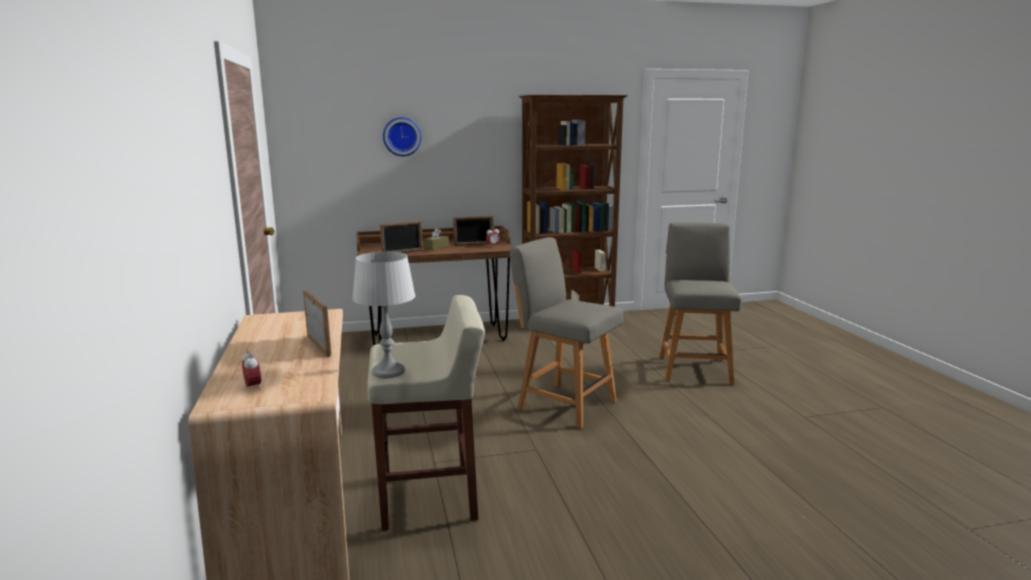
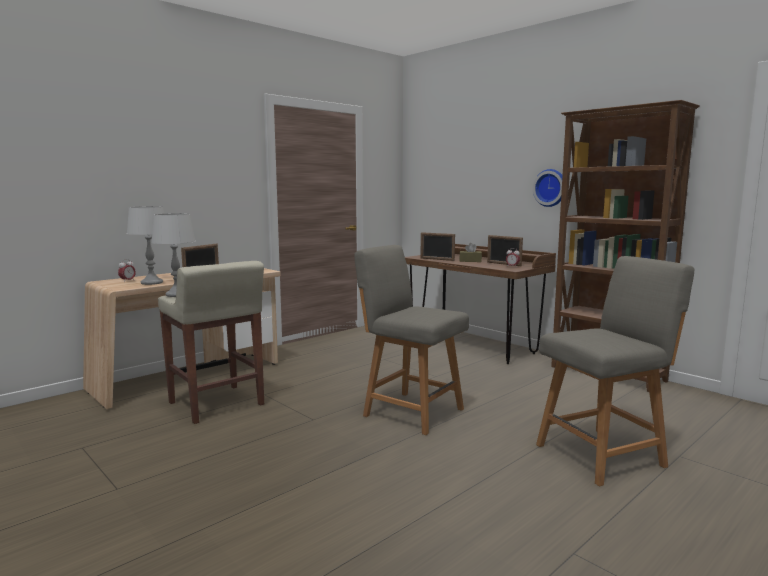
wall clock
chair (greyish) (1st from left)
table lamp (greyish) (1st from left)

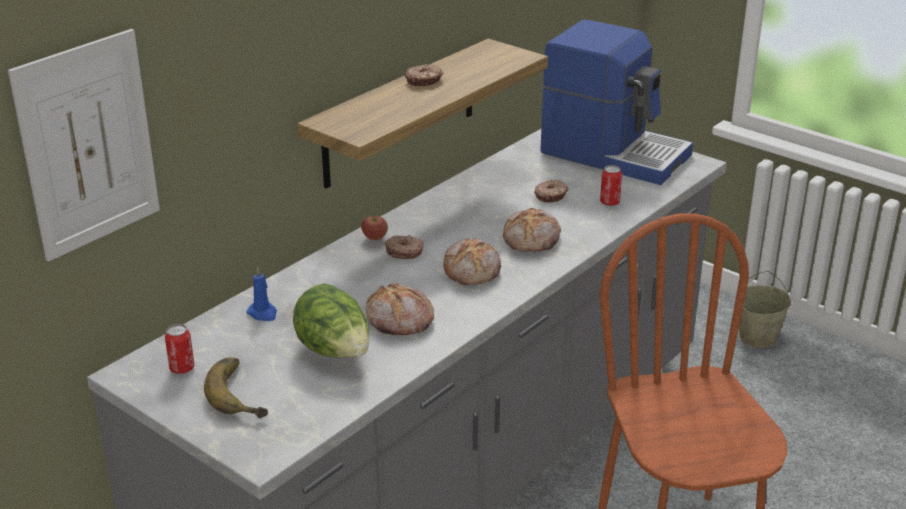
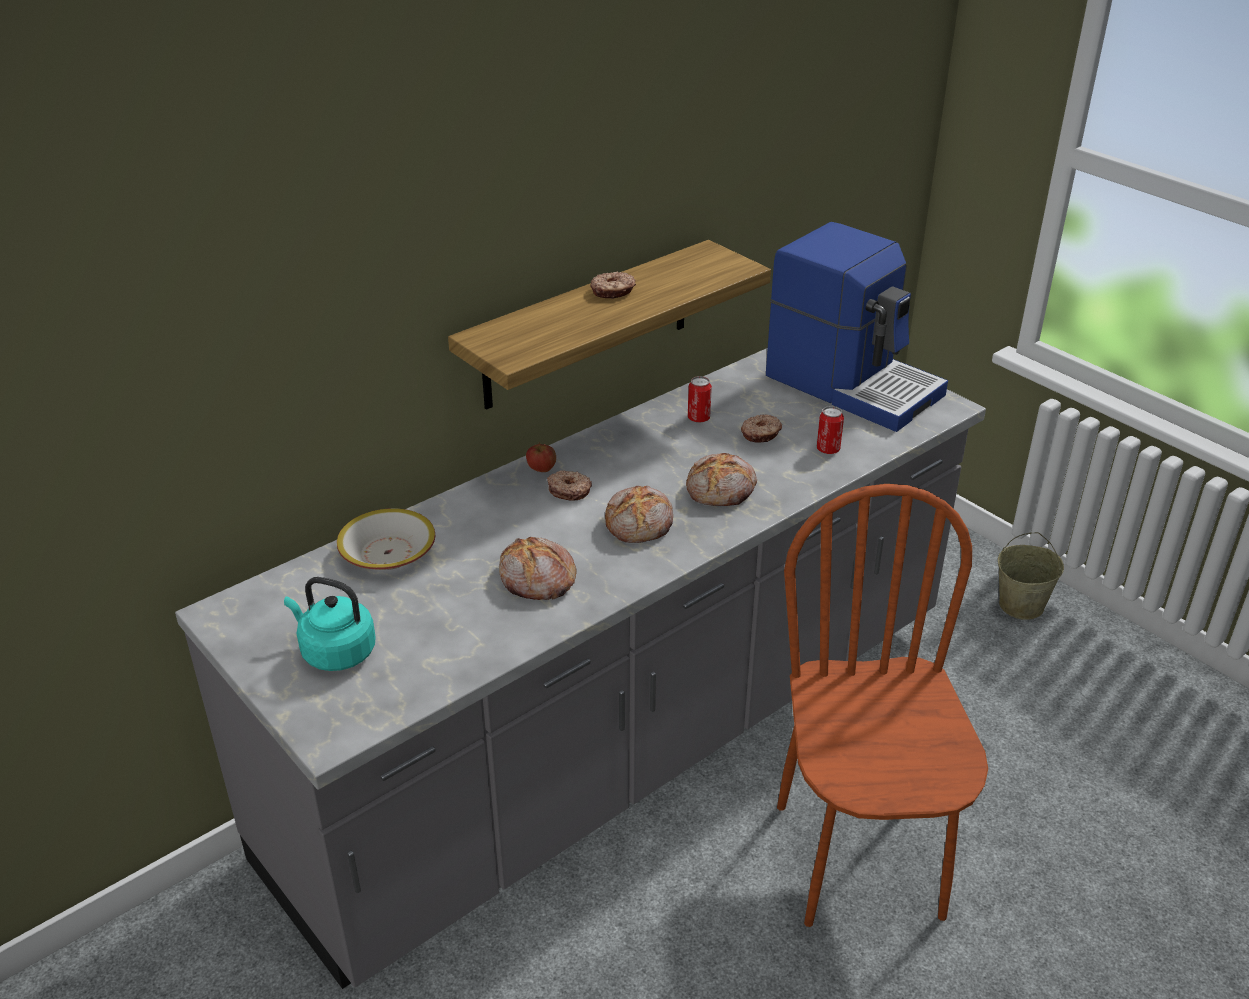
wall art
bowl
lettuce
can (1st from left)
tea kettle (turquoise-coloured)

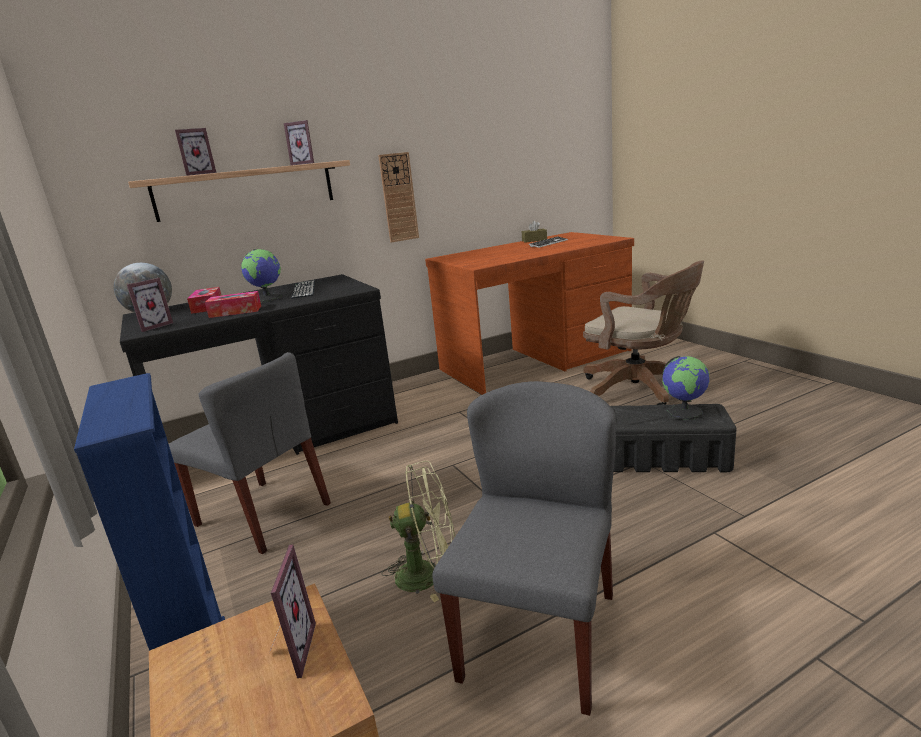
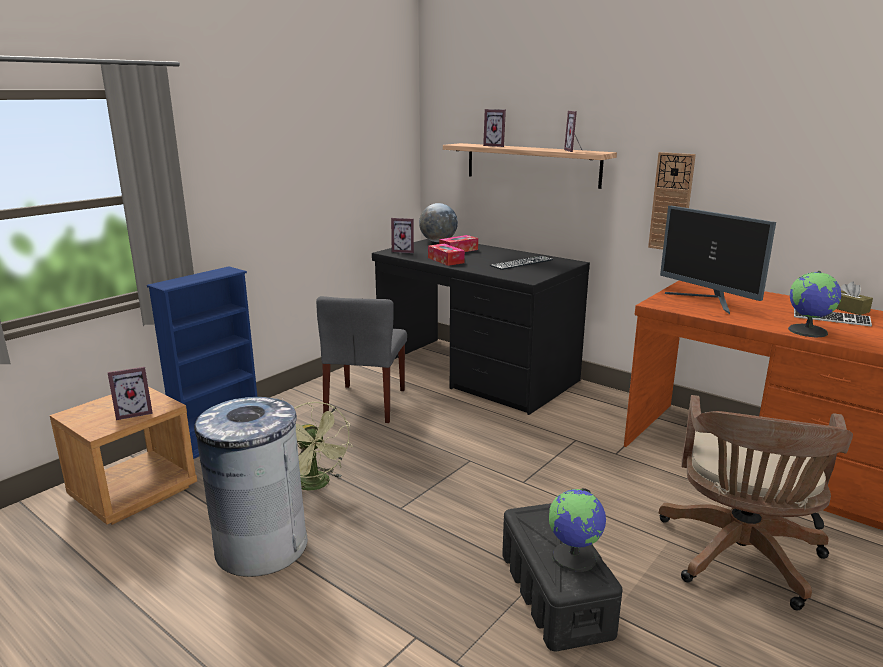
world globe (3rd from left)
rubbish bin (greyish)
computer display

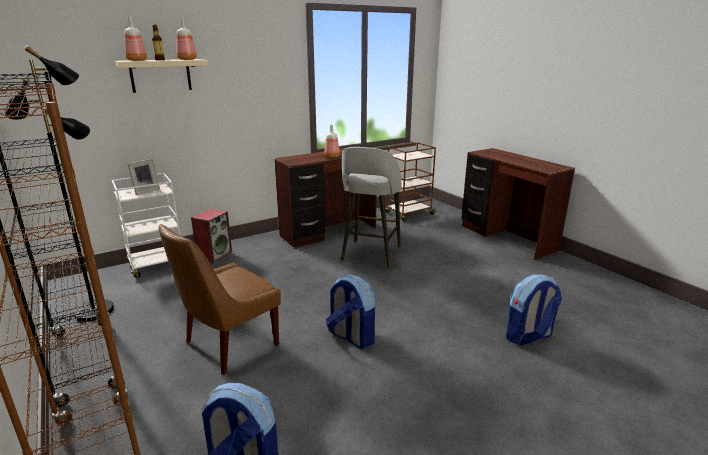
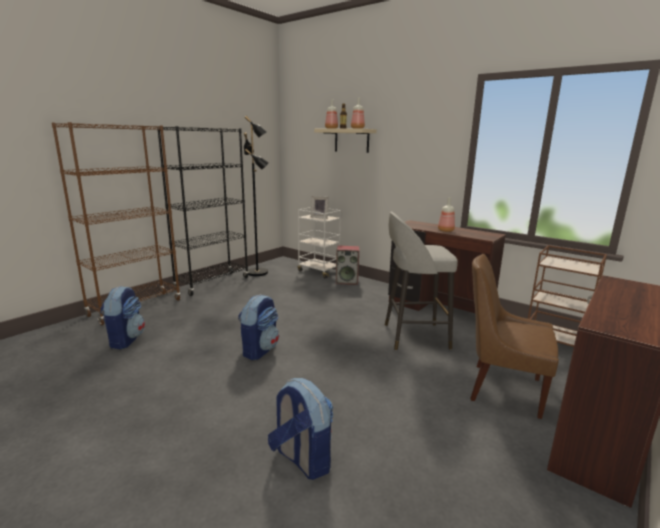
chair (brownish)

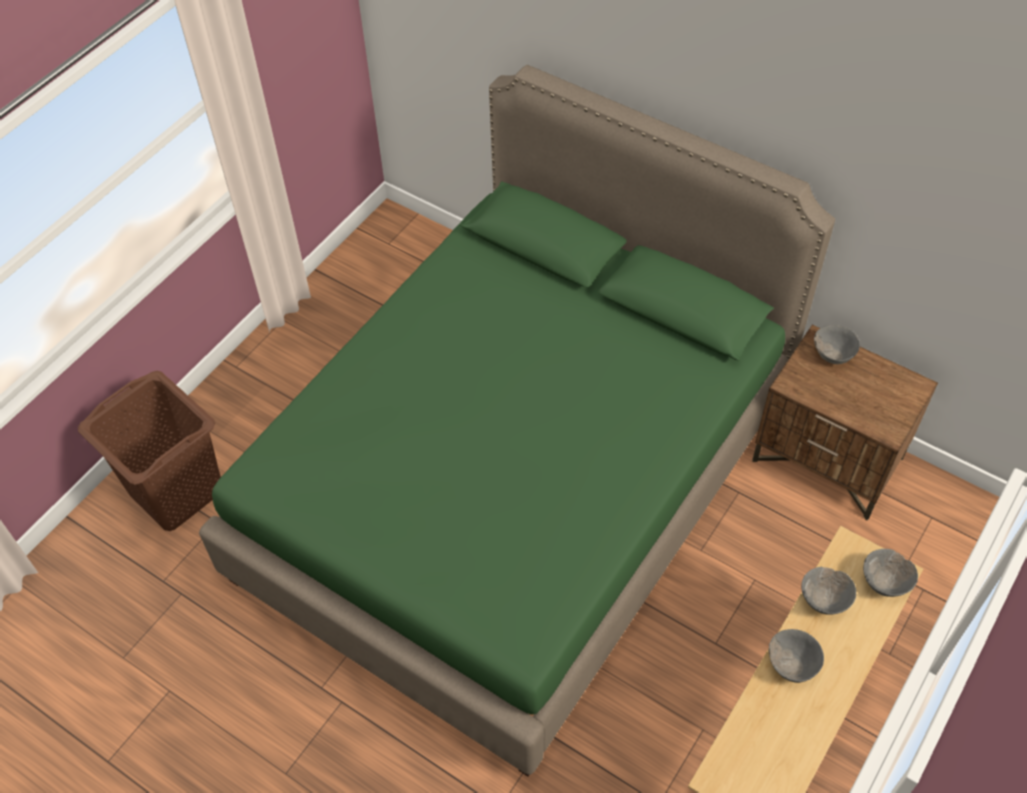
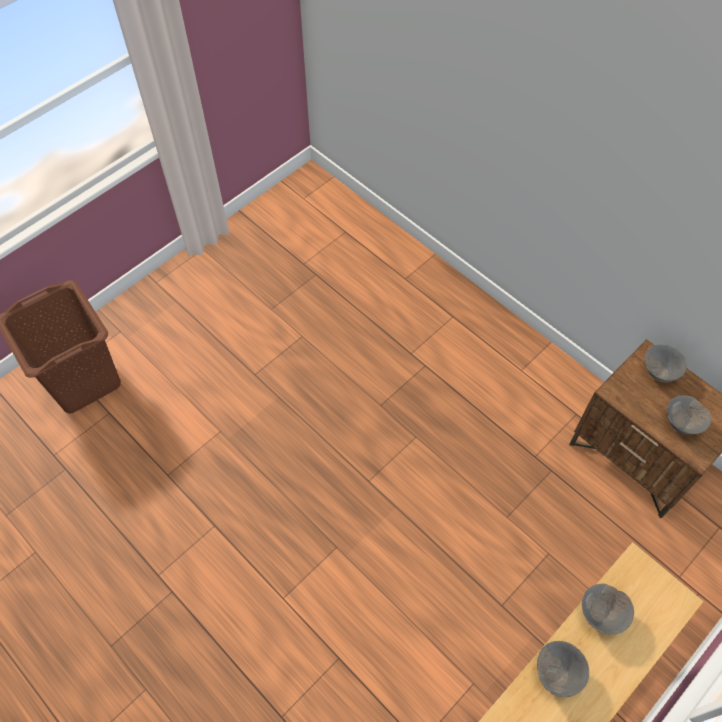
bed (green)
bowl (greyish) (4th from left)

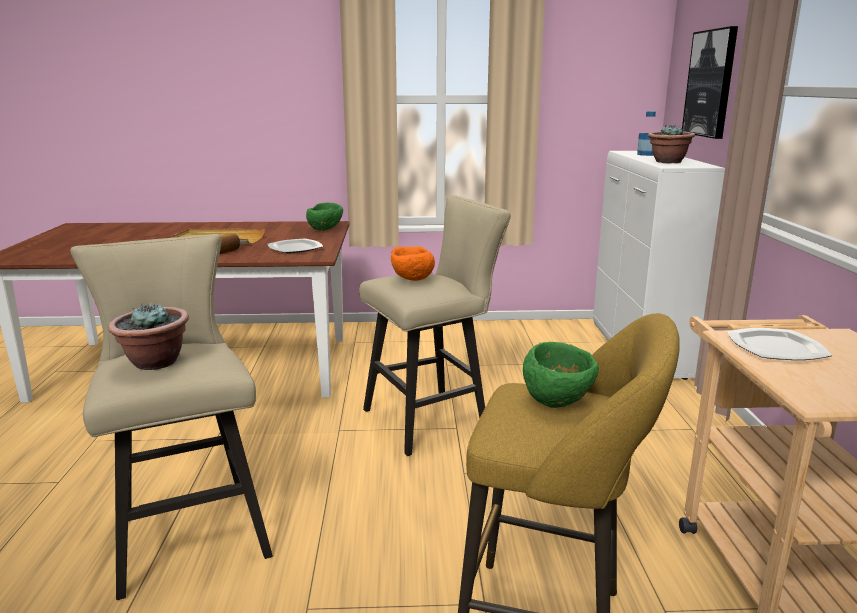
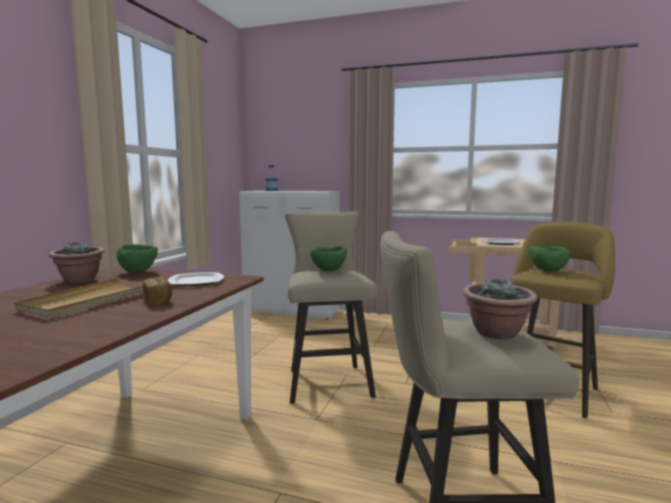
wall art
houseplant (1st from left)
bowl (green) (2nd from left)

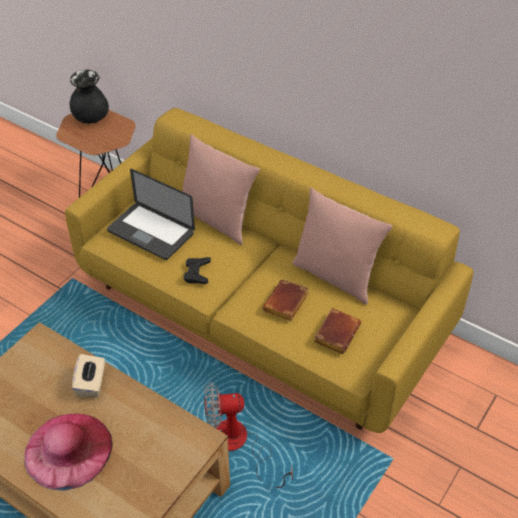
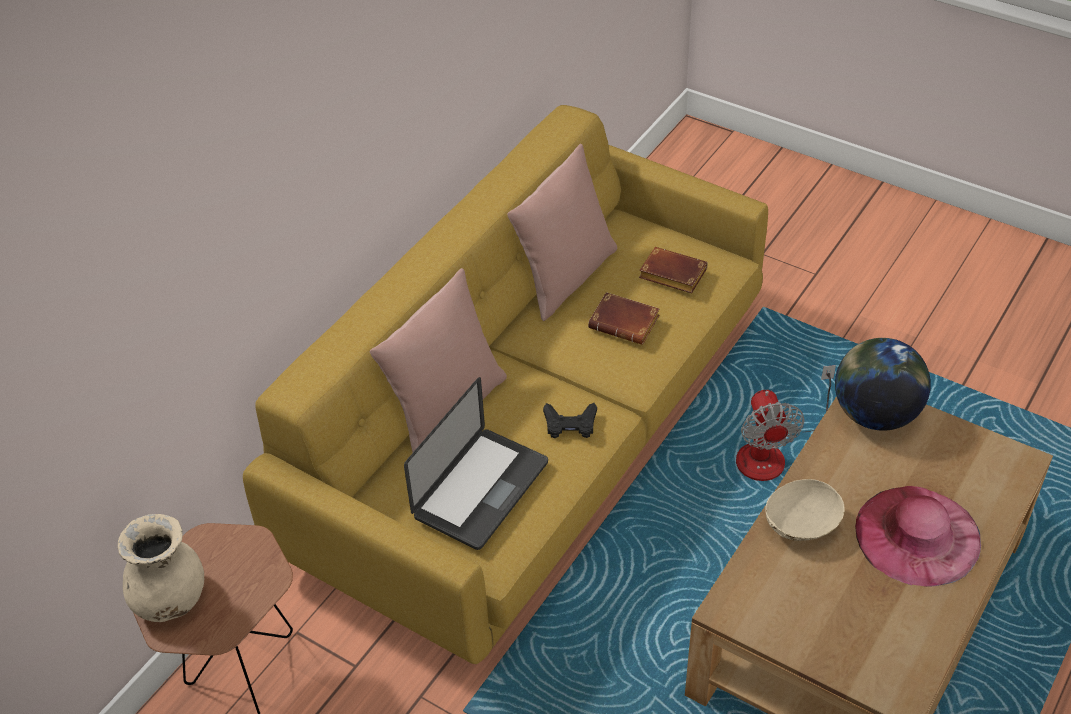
vase (beige-coloured)
bowl (beige-coloured)
world globe

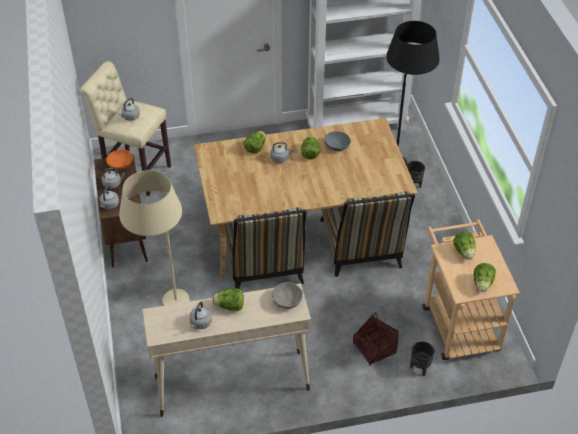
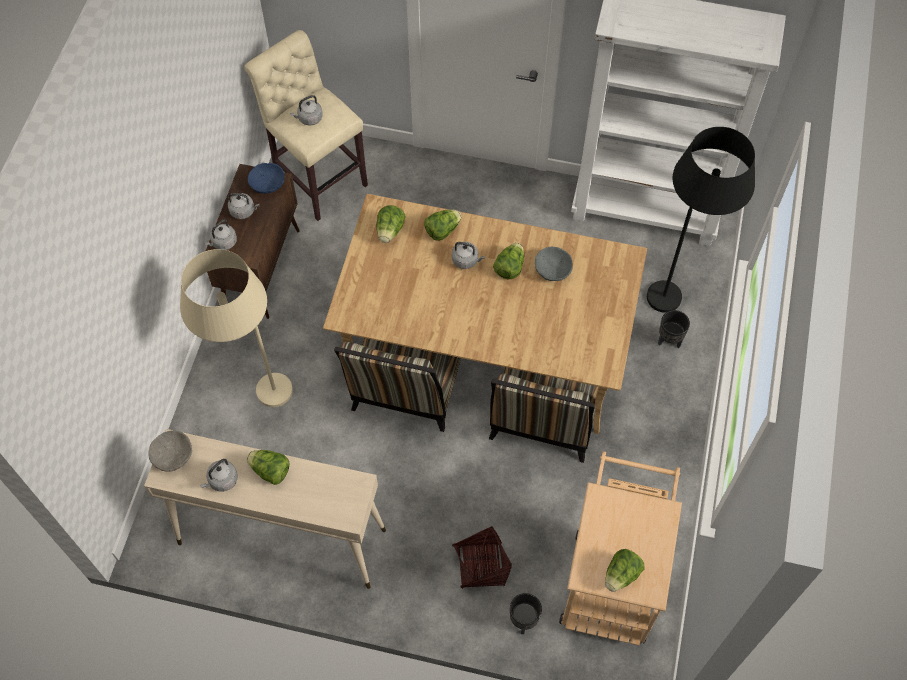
bowl (bluish)
lettuce (2nd from left)
bowl (greyish) (1st from left)

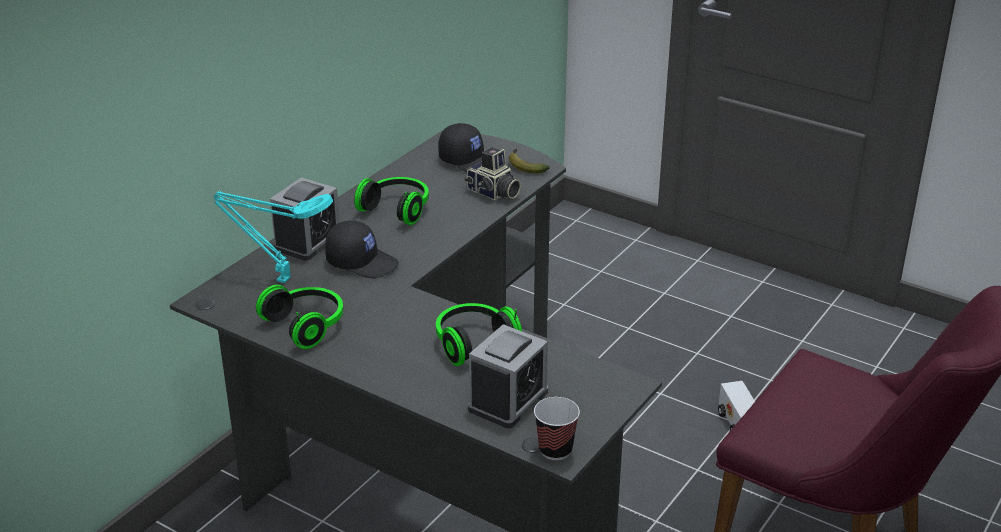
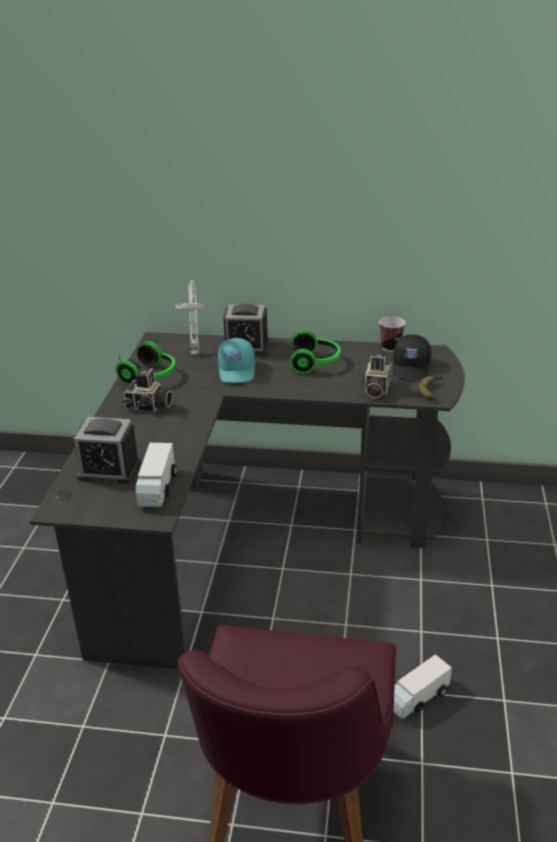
table lamp (greyish)
cap (turquoise-coloured)
headset (3rd from left in the first image)
cup
photo camera (1st from left)
model truck (1st from left)

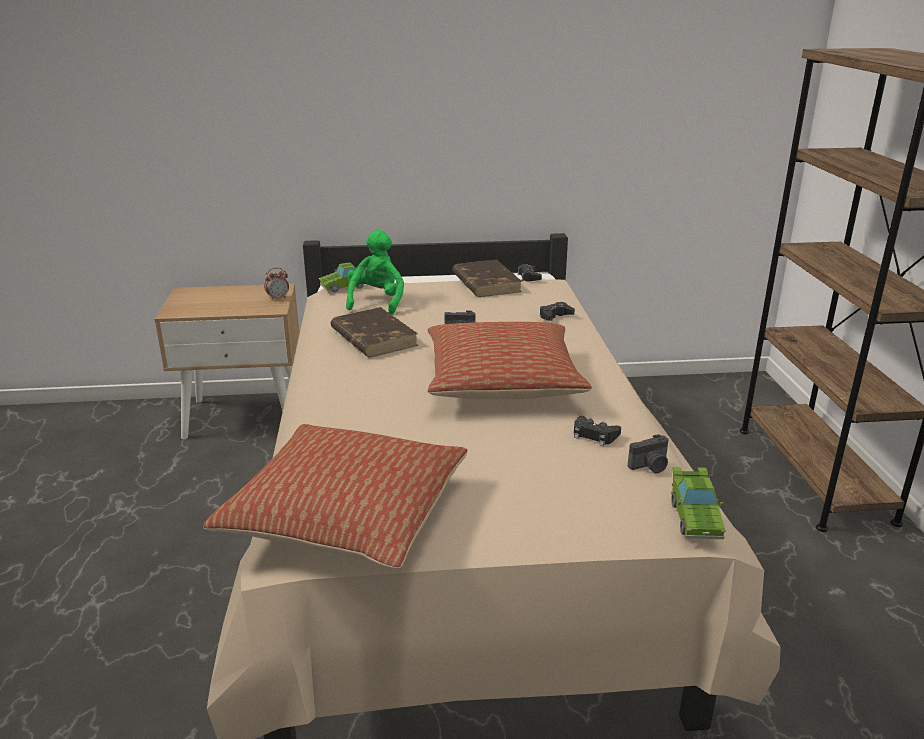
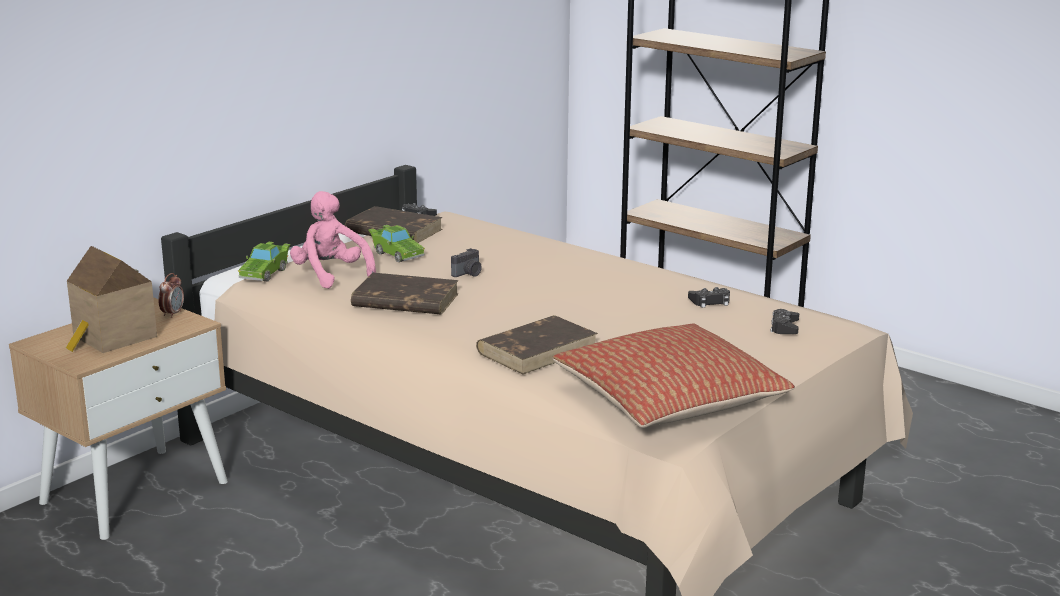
soft toy (pink-coloured)
gamepad (black) (3rd from left)
throw pillow (2nd from left in the first image)
photo camera (2nd from left in the first image)
toy car (green) (2nd from left)
miniature house
book (brownish) (3rd from left)

